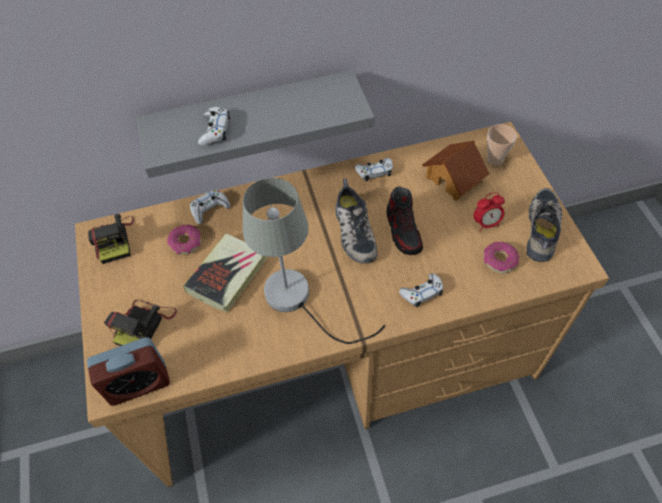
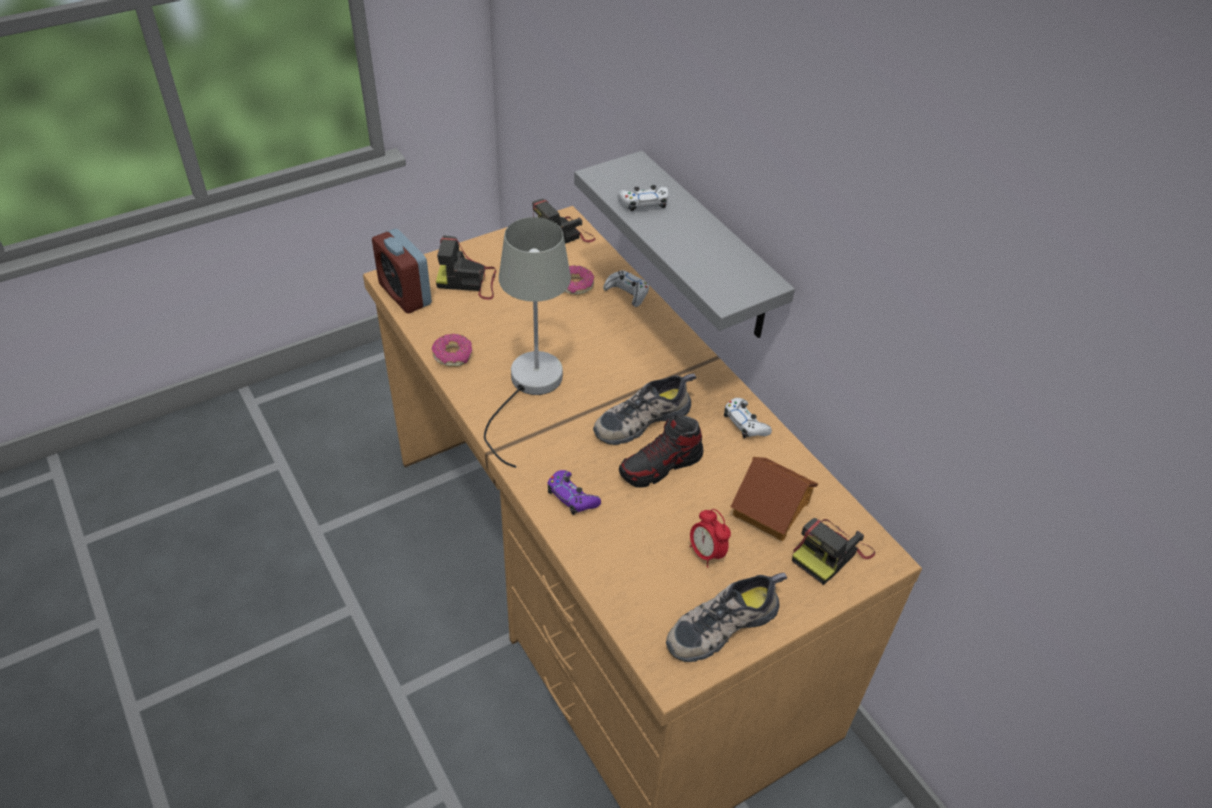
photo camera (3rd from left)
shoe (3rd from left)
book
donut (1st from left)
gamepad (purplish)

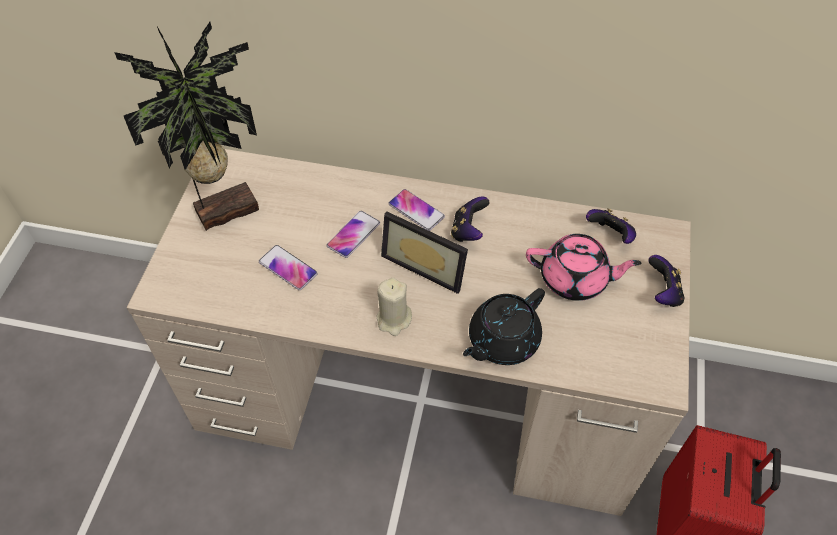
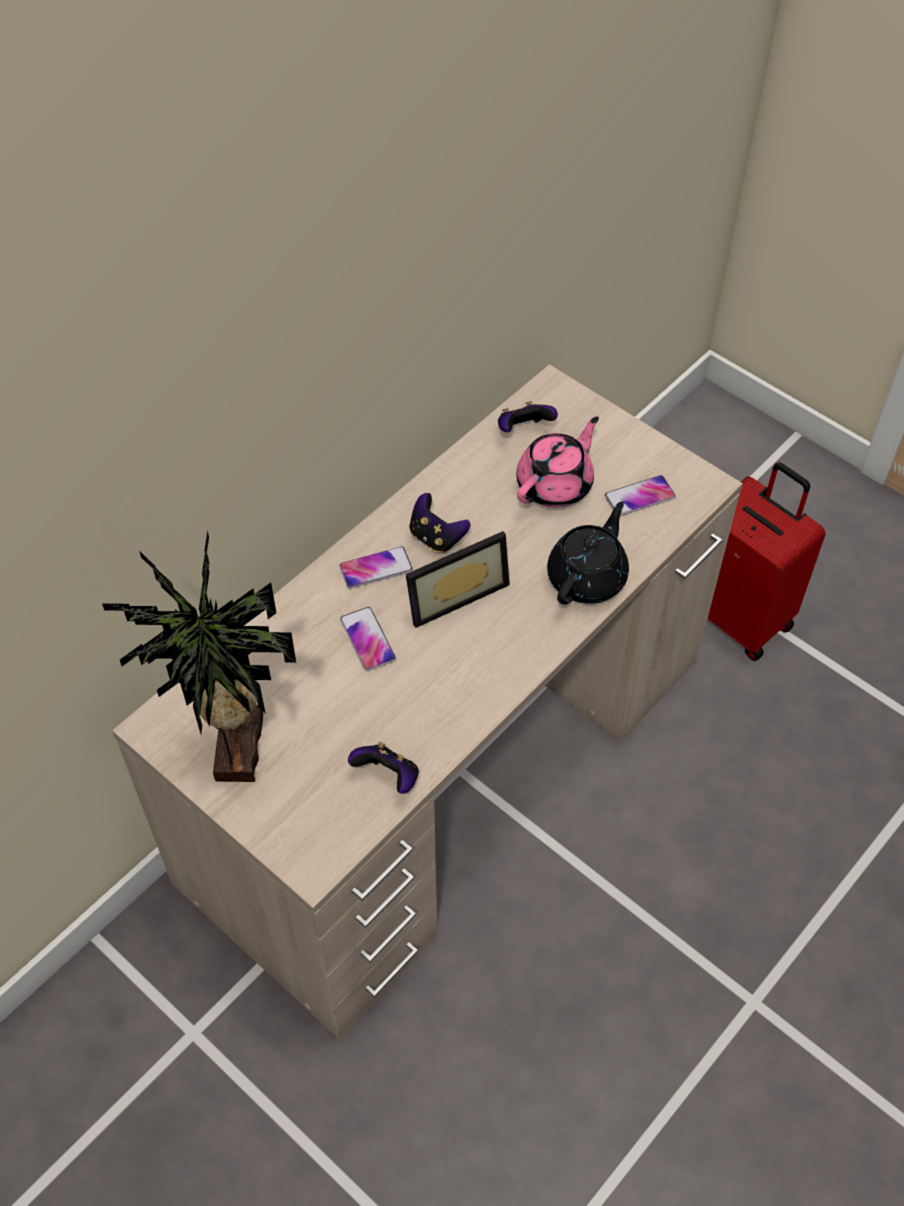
telephone (3rd from left)
gamepad (1st from left)
wax candle (beige-coloured)
tea pot (black)

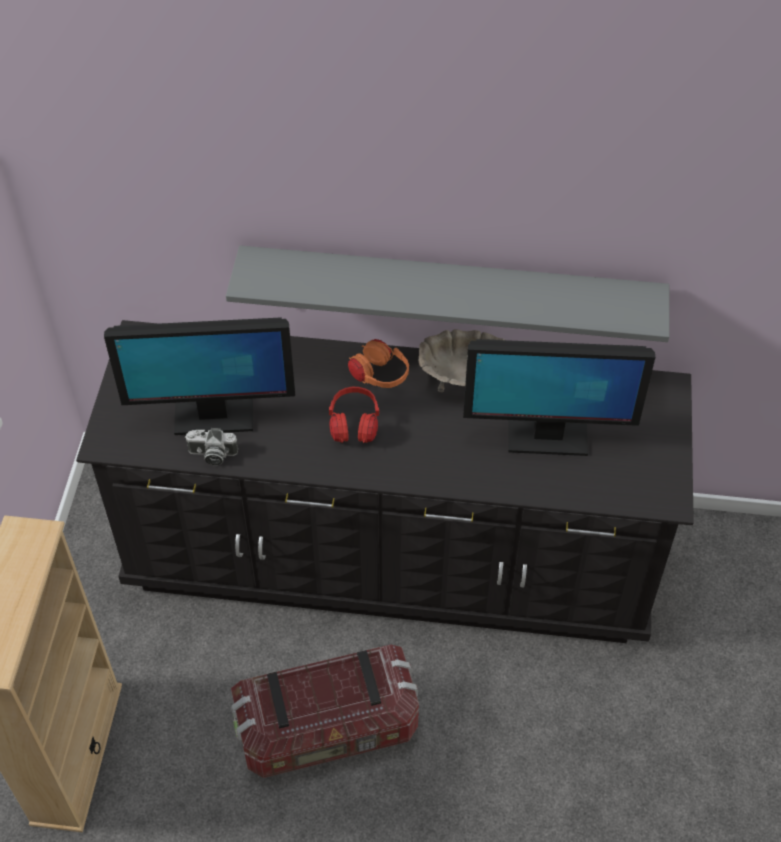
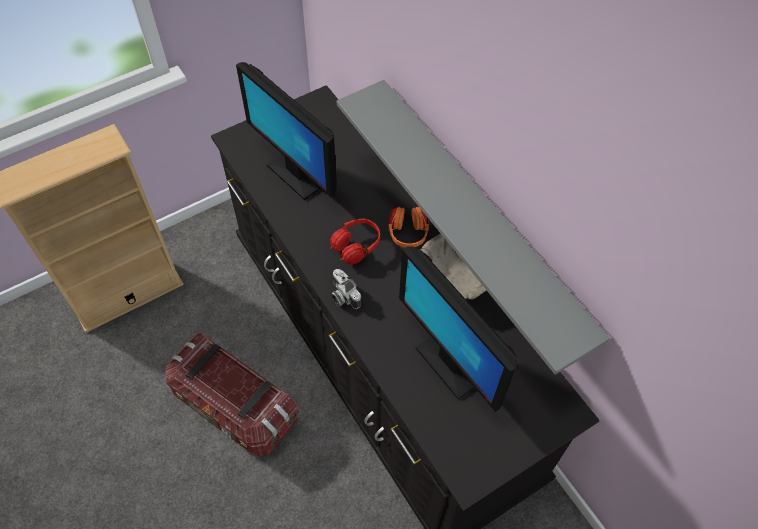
photo camera

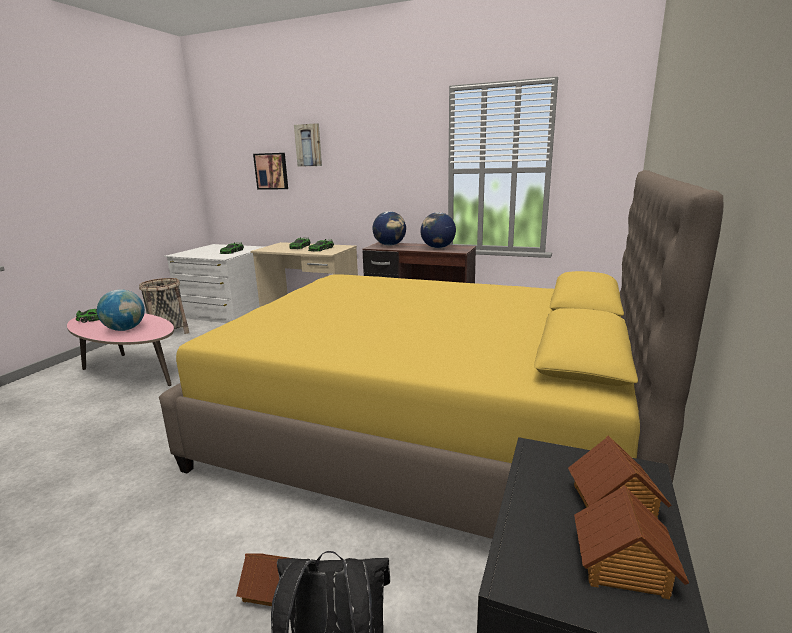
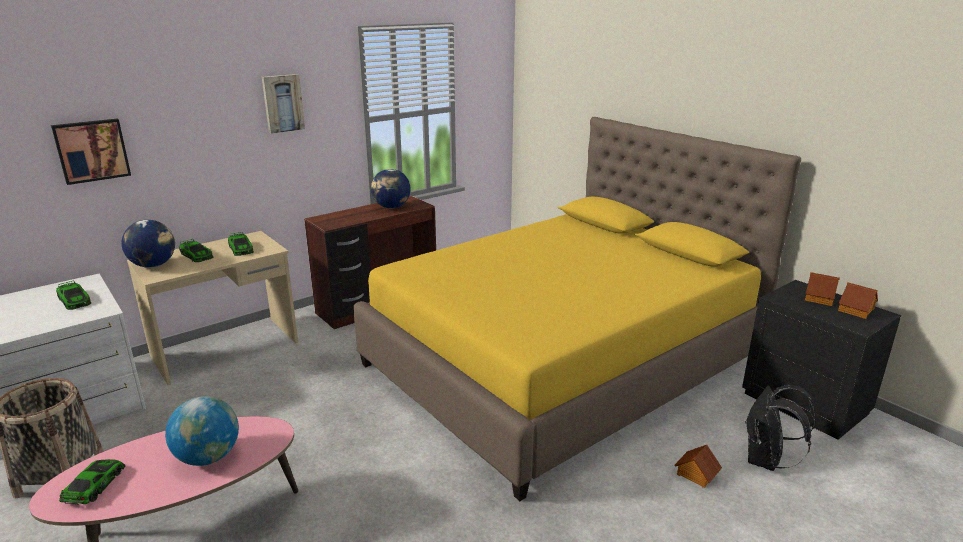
wall art (2nd from left)
world globe (1st from left)

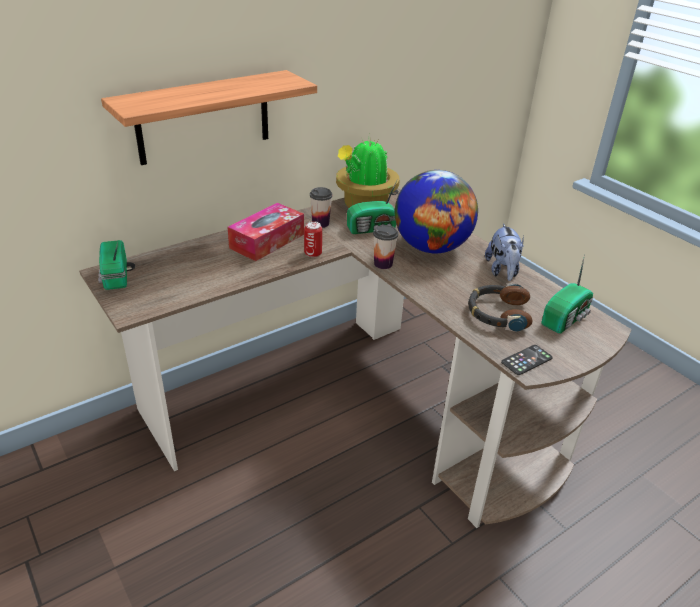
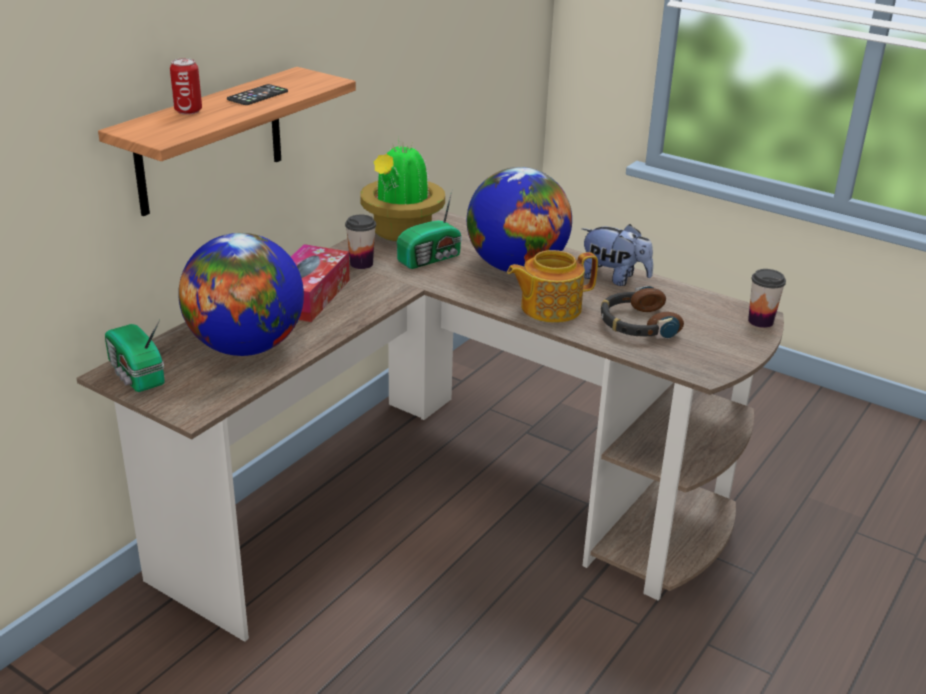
can
soft toy
cup (2nd from left)
radio set (3rd from left in the first image)
telephone
world globe (1st from left)
tea pot

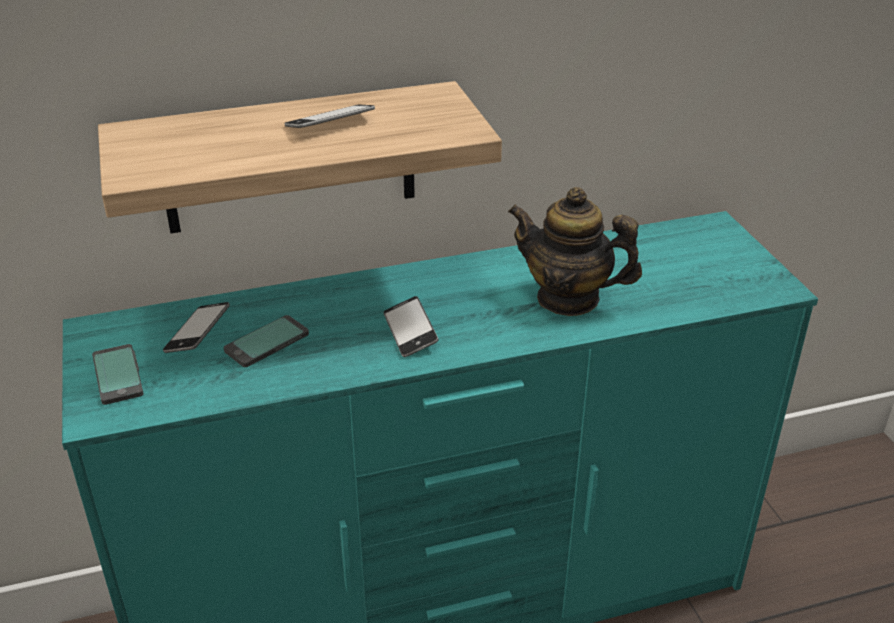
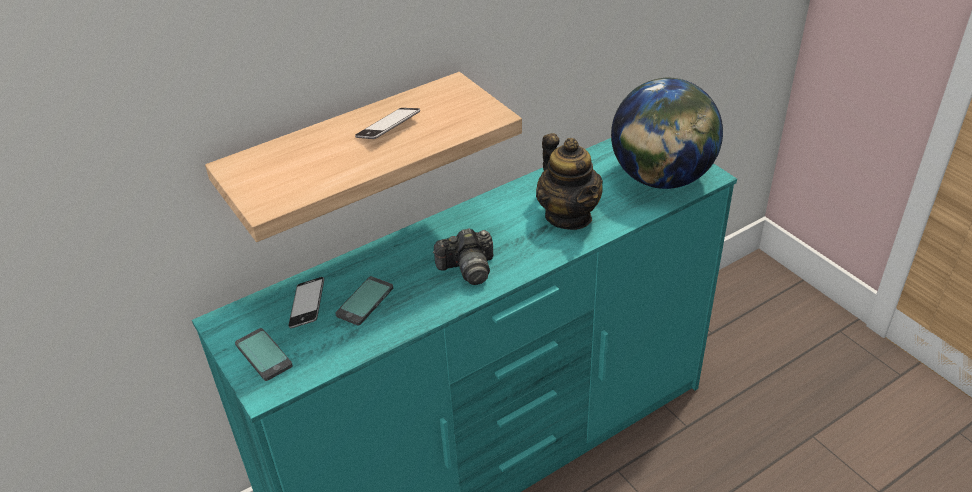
tea pot
photo camera
world globe

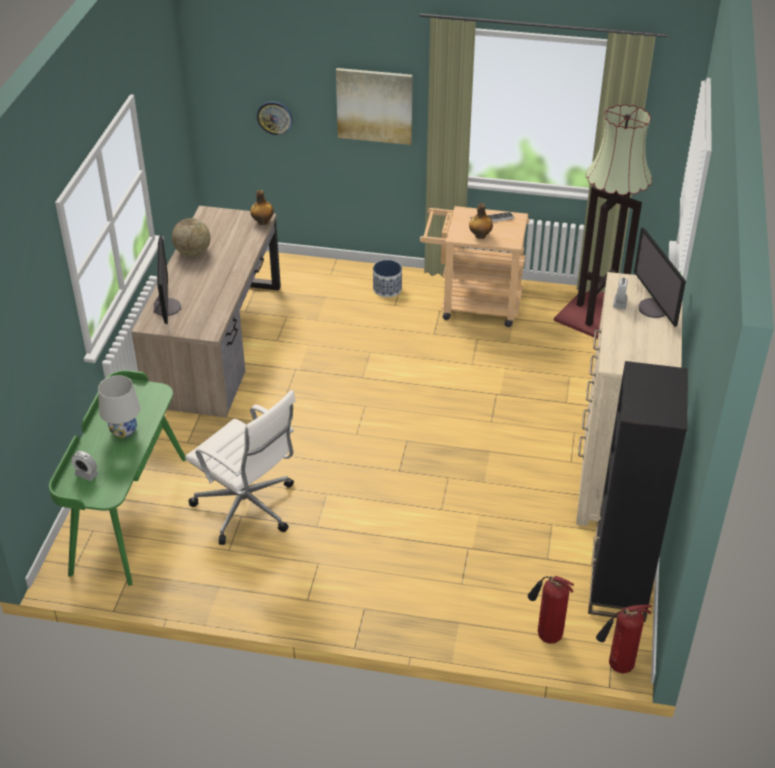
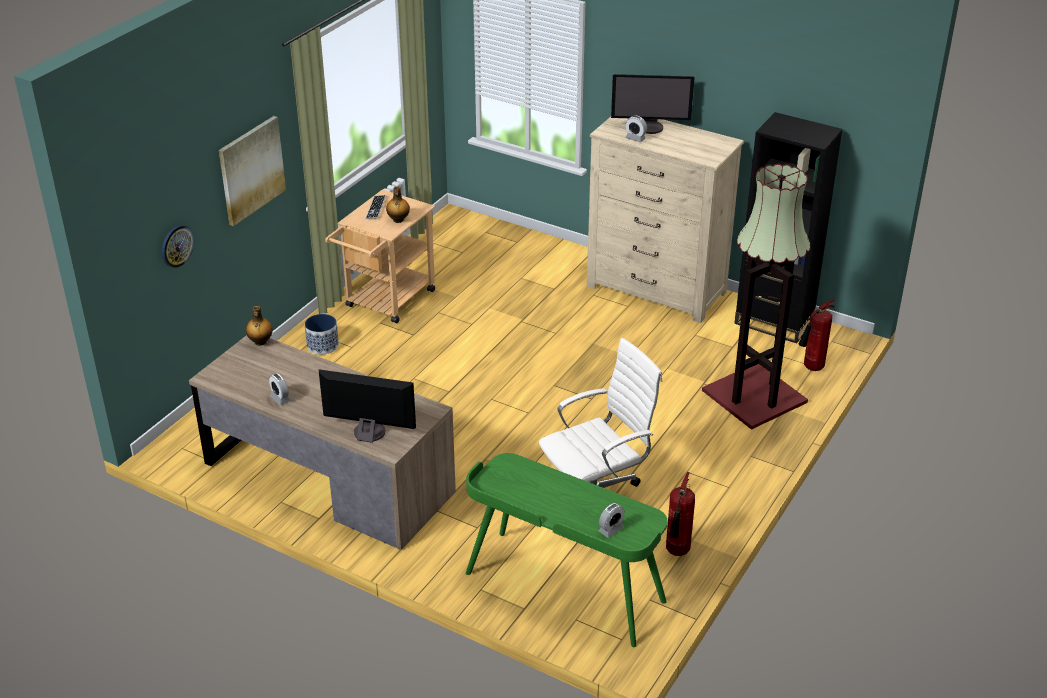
standard lamp
table clock (1st from left)
table lamp (white)
extinguisher (1st from left)

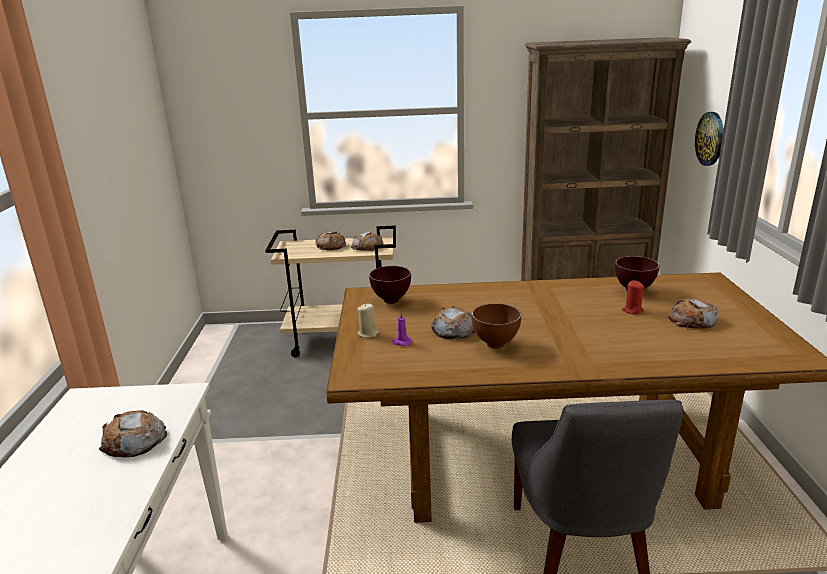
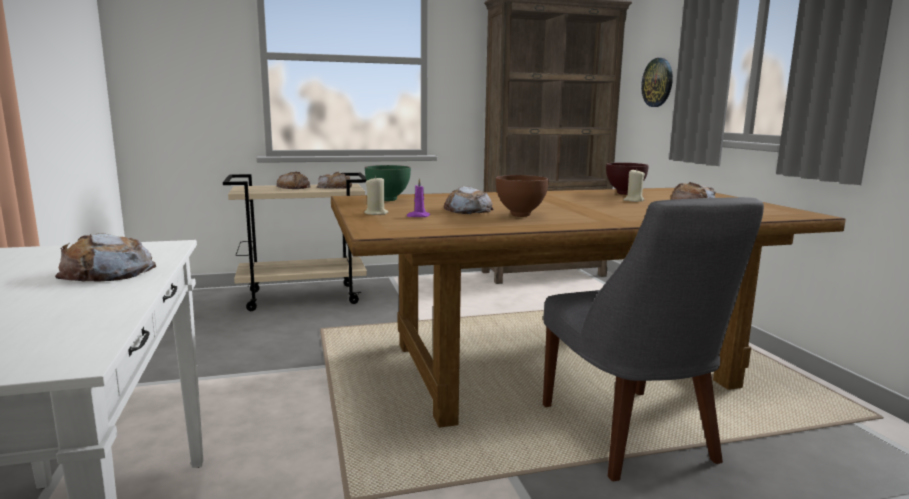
bowl (green)
wax candle (beige-coloured) (2nd from left)

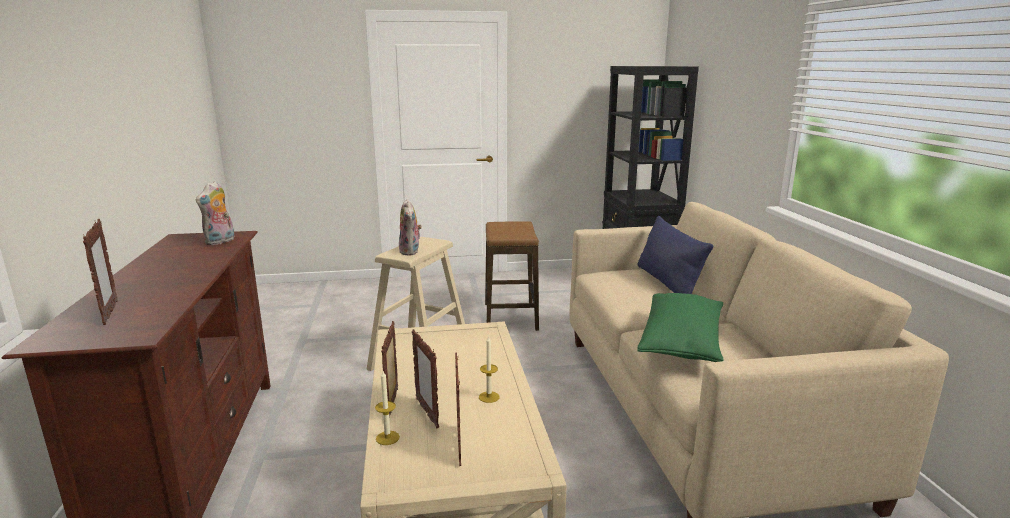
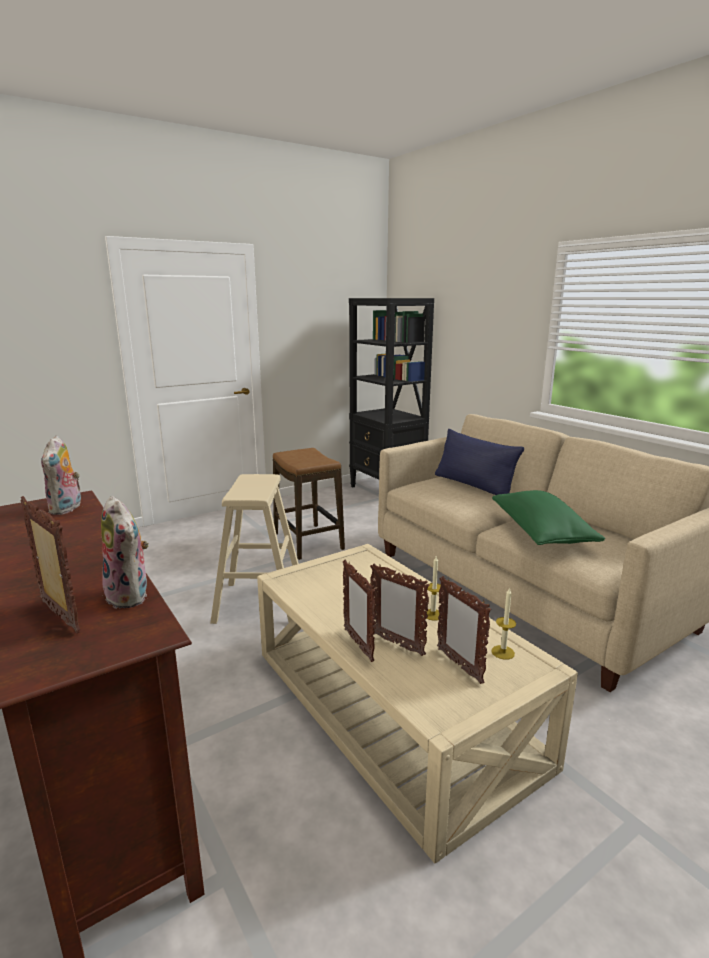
soft toy (2nd from left)
wax candle (2nd from left)

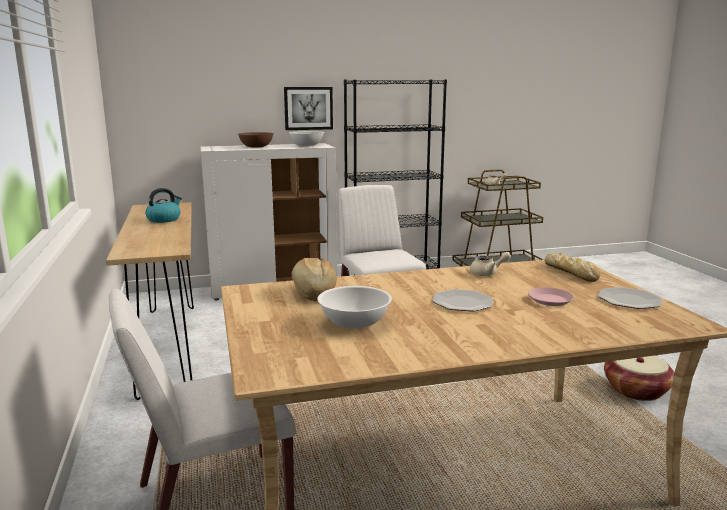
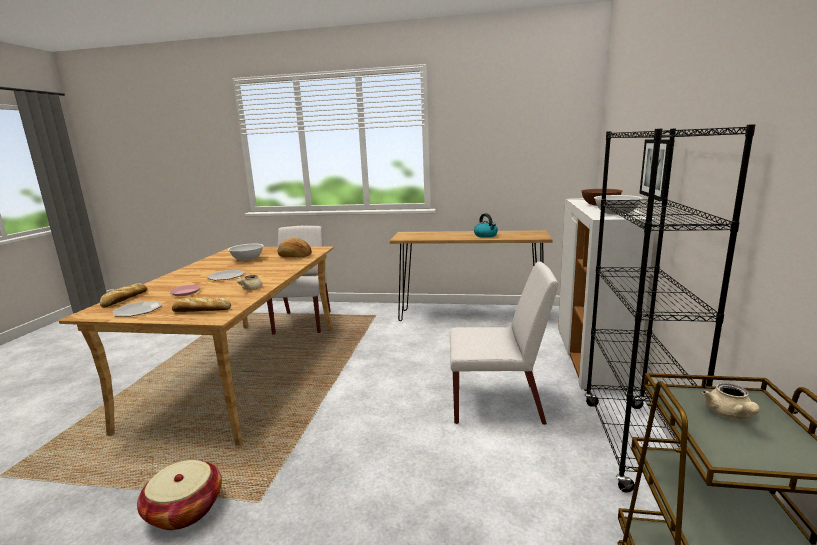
bakery bread (1st from left)

